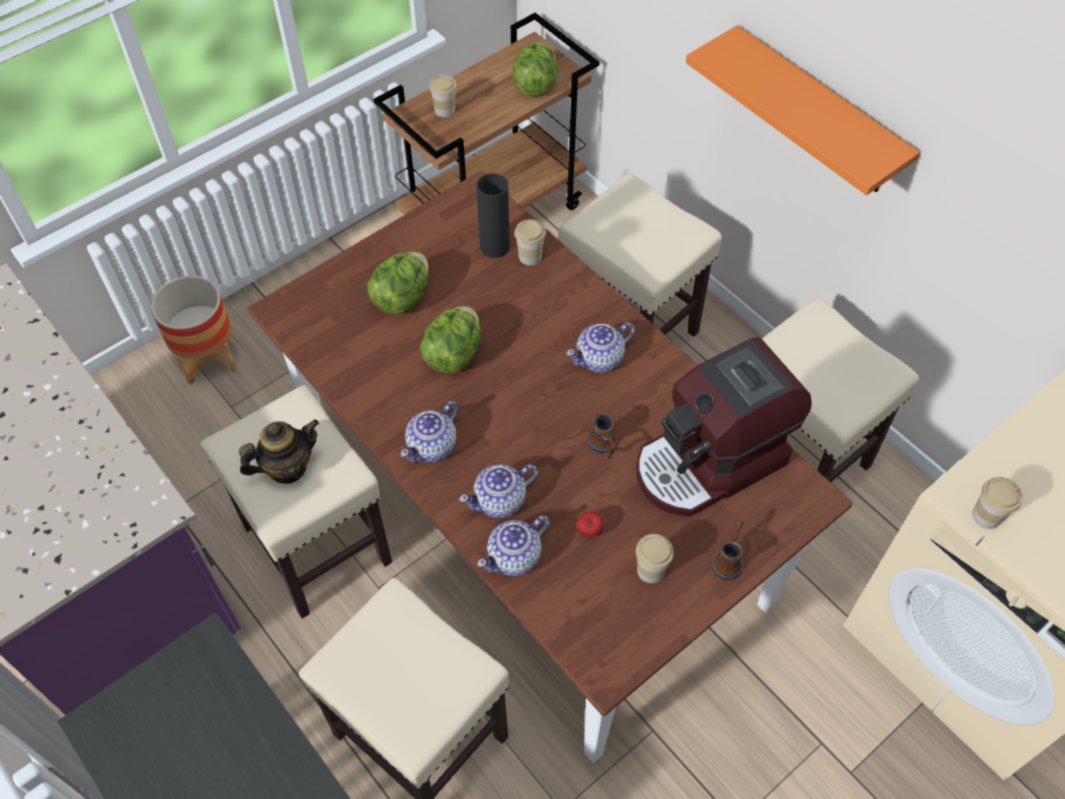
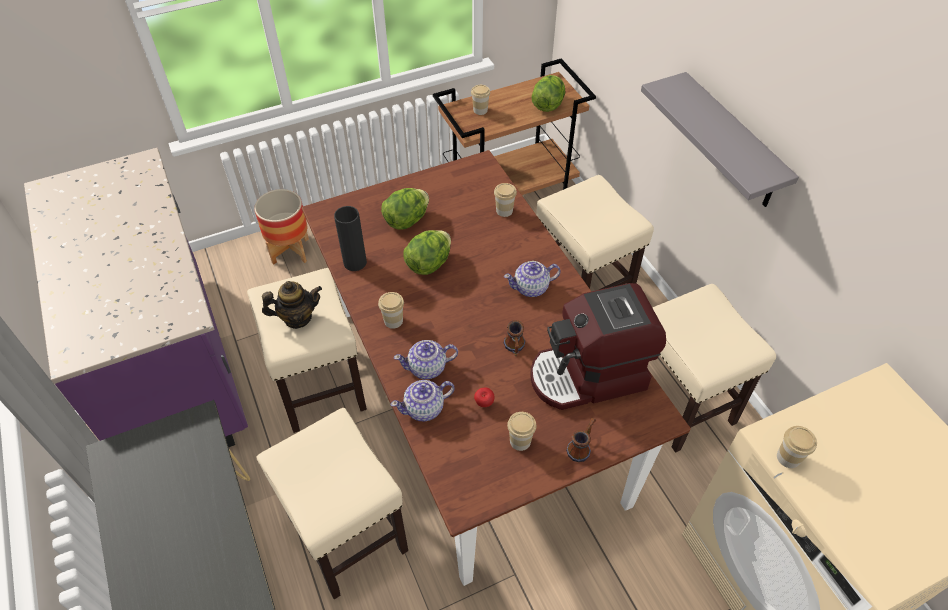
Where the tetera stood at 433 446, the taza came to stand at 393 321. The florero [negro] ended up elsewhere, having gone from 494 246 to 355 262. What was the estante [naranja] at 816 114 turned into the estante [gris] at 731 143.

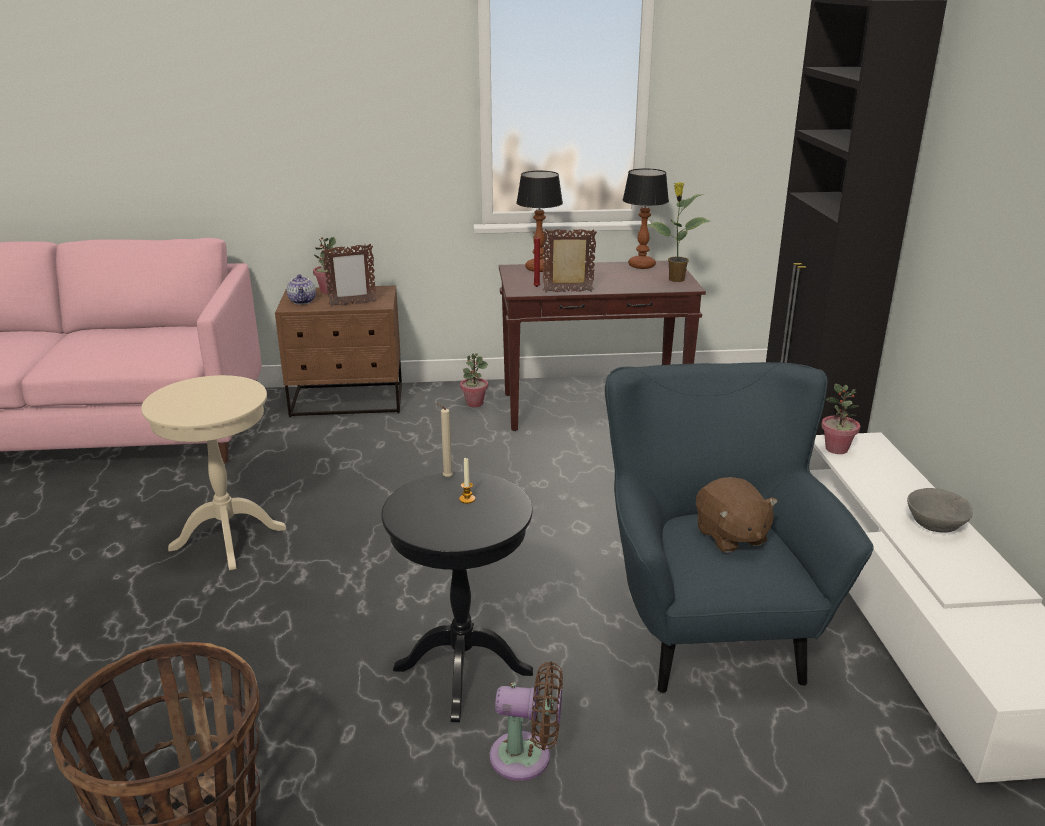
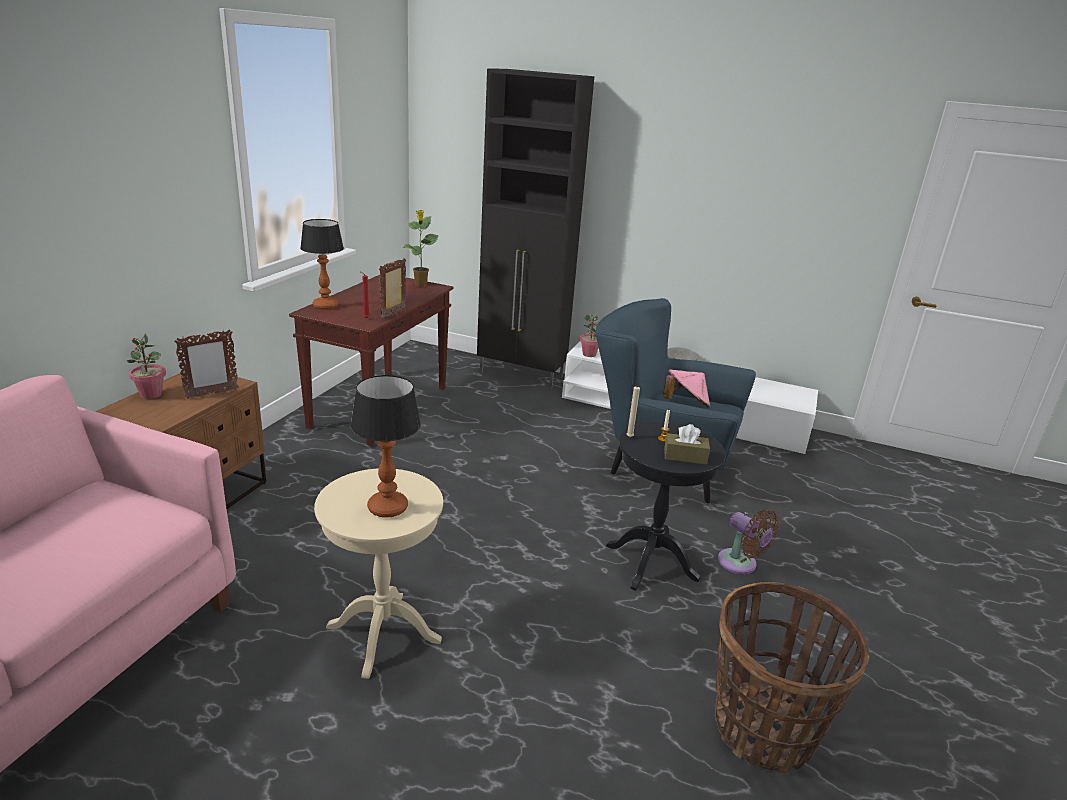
The second view lost the tetera at 303 301. The portarretratos at 352 304 ended up facing another way, 45 degrees clockwise from before. The second view lost the planta en maceta at 474 403. The ventilador [marrón] at 527 757 ended up facing another way, 105 degrees clockwise from before. The lámpara de mesa ended up elsewhere, having gone from 642 265 to 388 507. Where the peluche [marrón] stood at 730 536, the sombrero [rosa] came to stand at 685 404. The second view gained the caja de pañuelos [marrón] at 685 456.

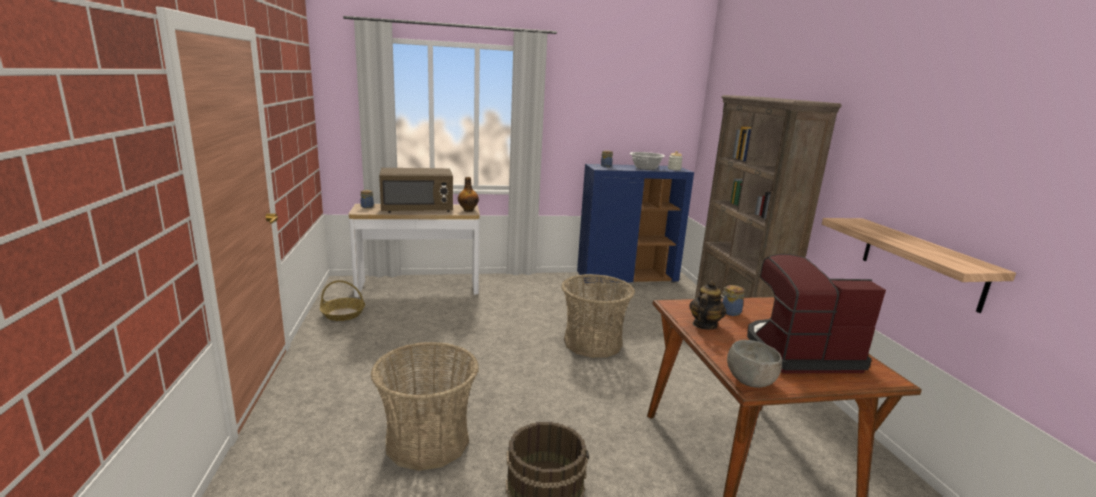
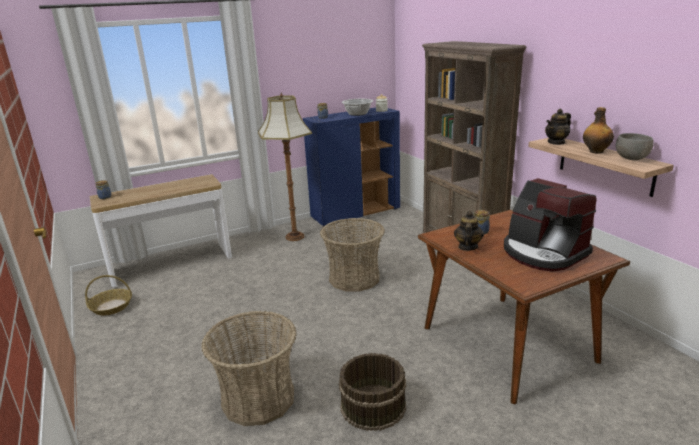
The second view lost the microondas [marrón] at 417 210. The botella ended up elsewhere, having gone from 468 210 to 595 151. The cuenco [gris] ended up elsewhere, having gone from 750 382 to 632 159. The cafetera at 799 352 ended up facing another way, 105 degrees counterclockwise from before. The second view gained the lámpara de pie at 294 236. The second view gained the tetera at 556 142.

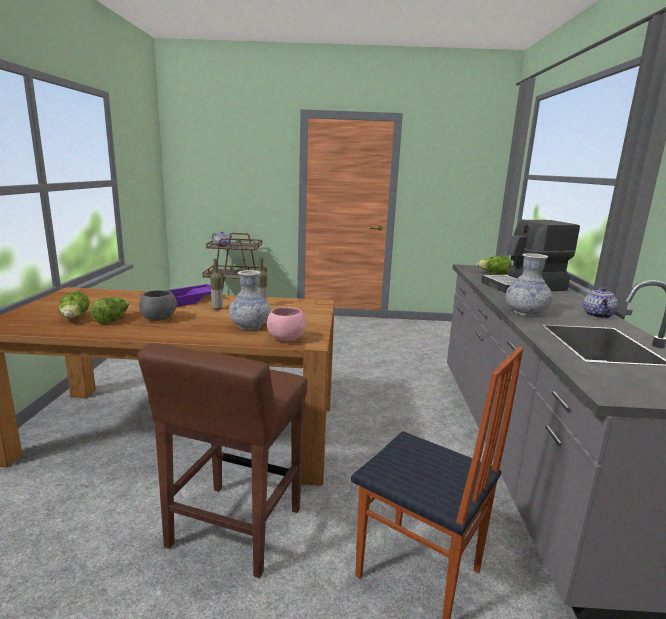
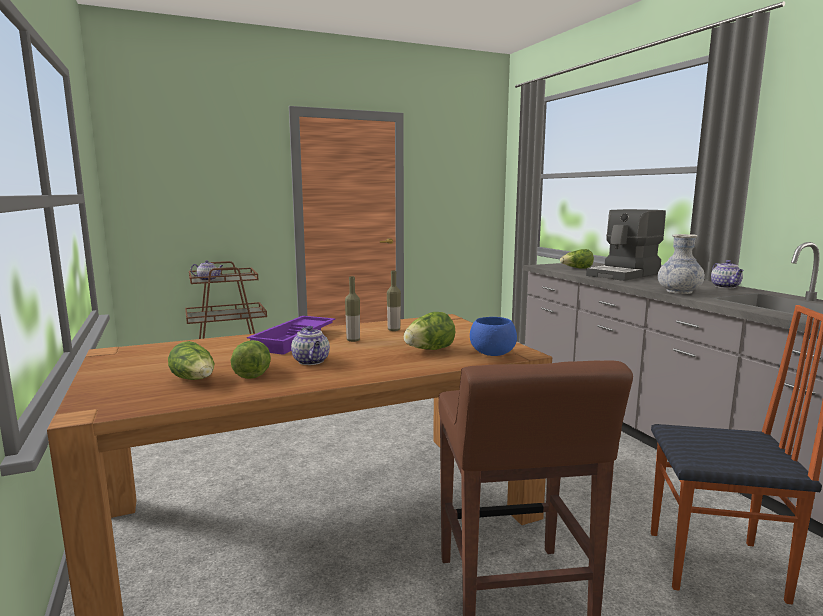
Where the cuenco [gris] stood at 159 319, the tetera came to stand at 311 361. Where the florero stood at 250 326, the lechuga came to stand at 429 350. What was the cuenco [rosa] at 286 339 turned into the cuenco [azul] at 492 354.

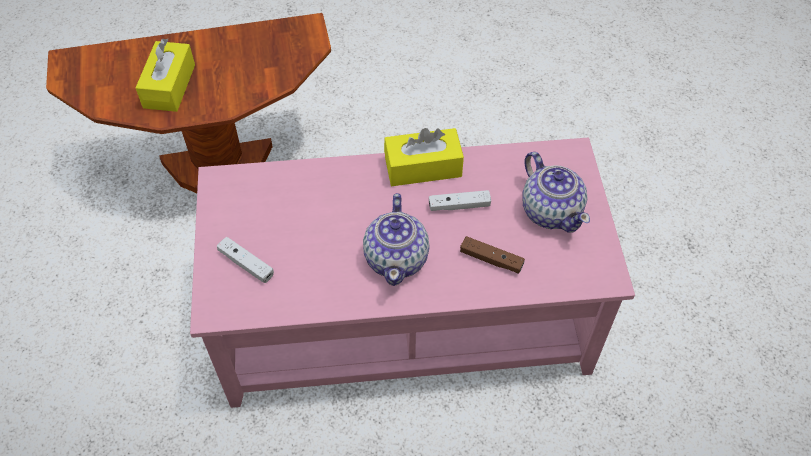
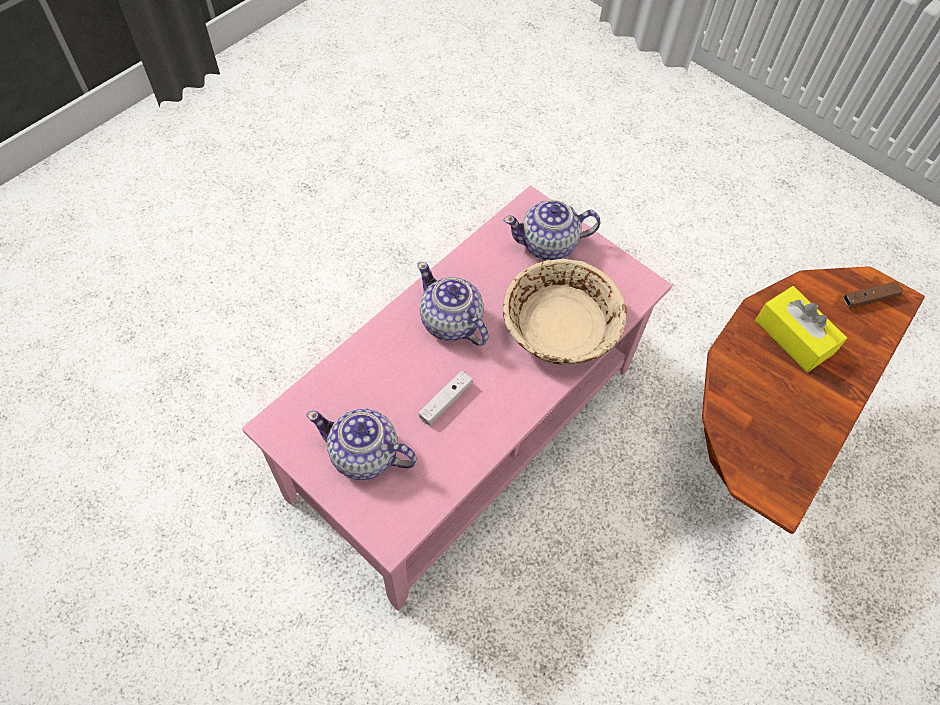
Where the mando de consola [blanco] stood at 246 264, the tetera came to stand at 549 244. The second view lost the caja de pañuelos [amarillo] at 423 167. The mando de consola [marrón] ended up elsewhere, having gone from 491 259 to 869 299. The second view gained the cuenco [beis] at 560 327.

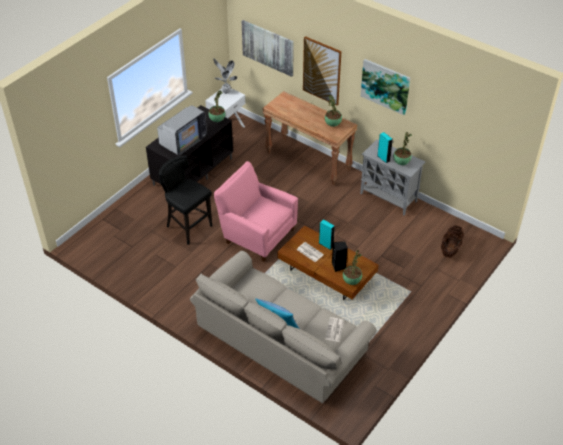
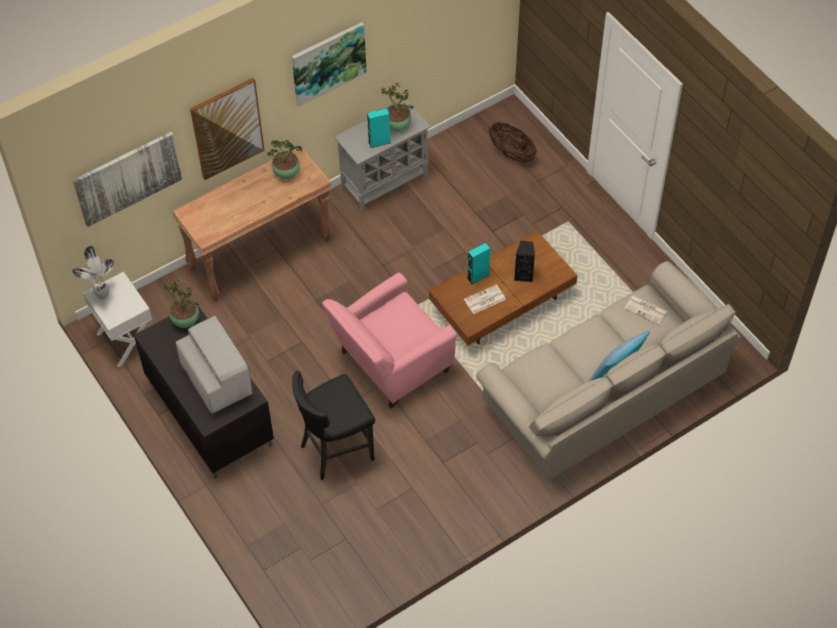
The second view lost the planta en maceta at 351 281.

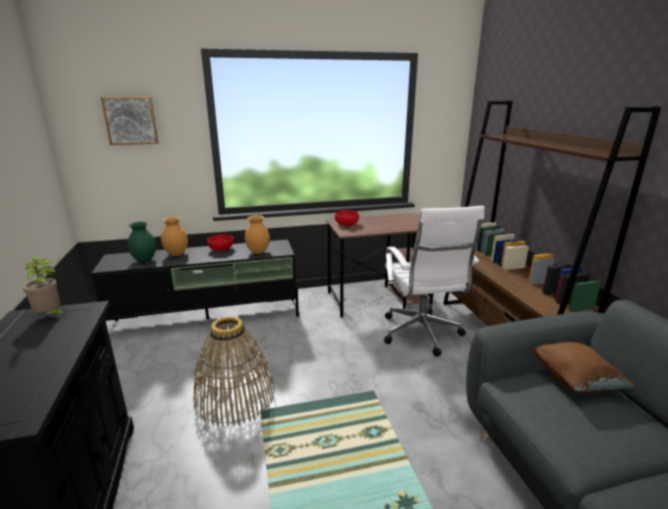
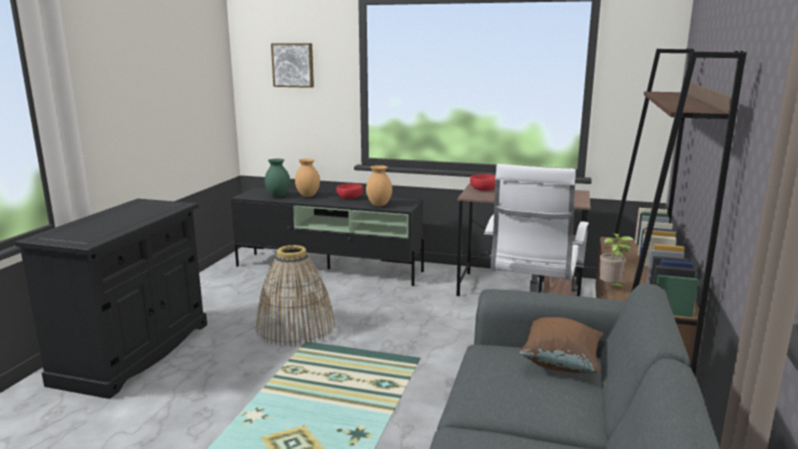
The planta en maceta ended up elsewhere, having gone from 50 316 to 611 288.

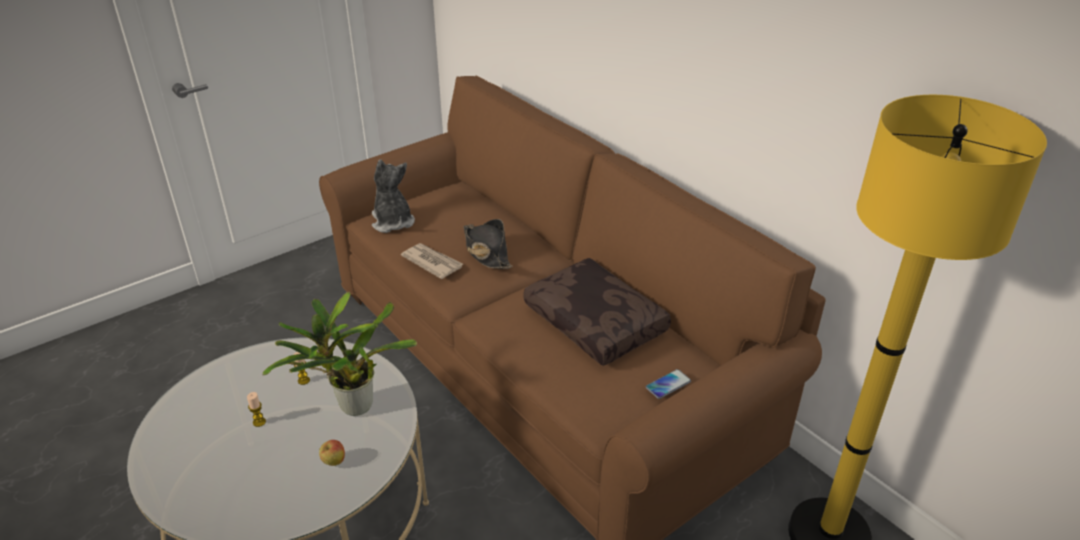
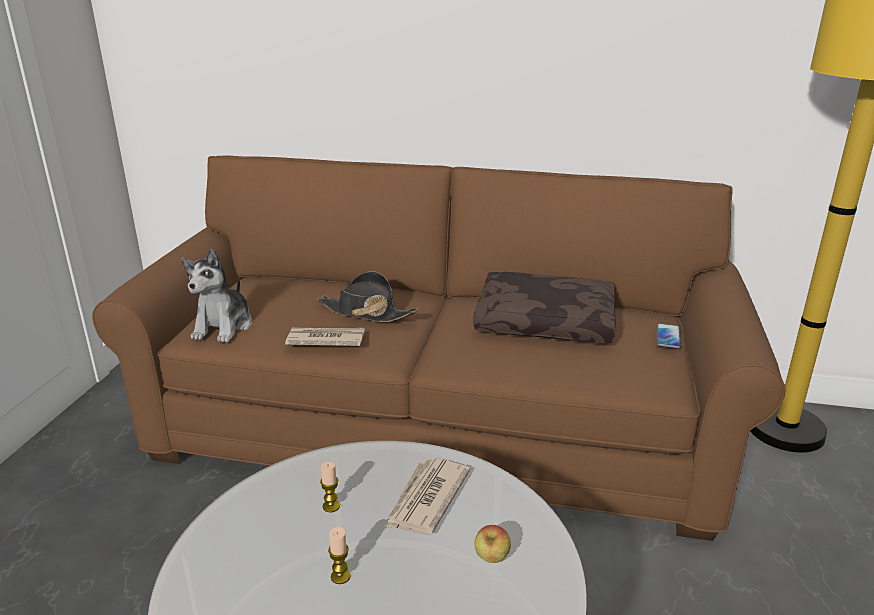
Where the planta en maceta stood at 351 406, the periódico came to stand at 425 499. The peluche at 392 222 ended up facing another way, 105 degrees counterclockwise from before.

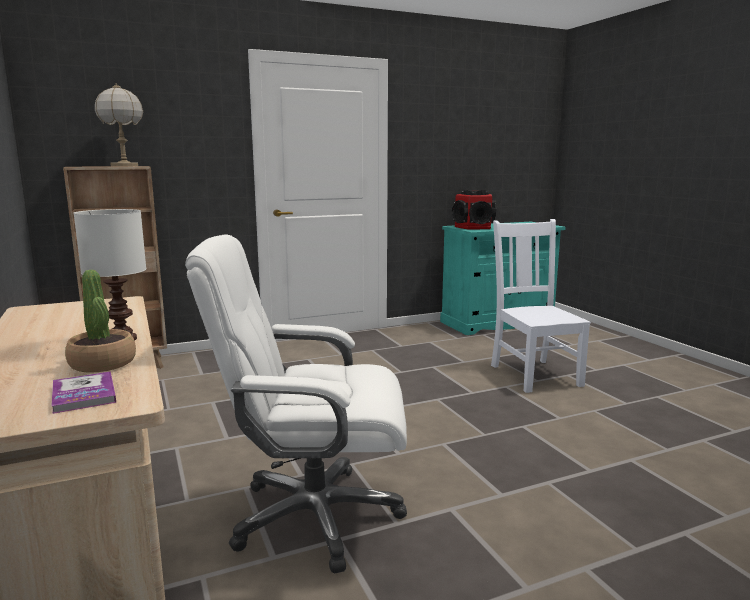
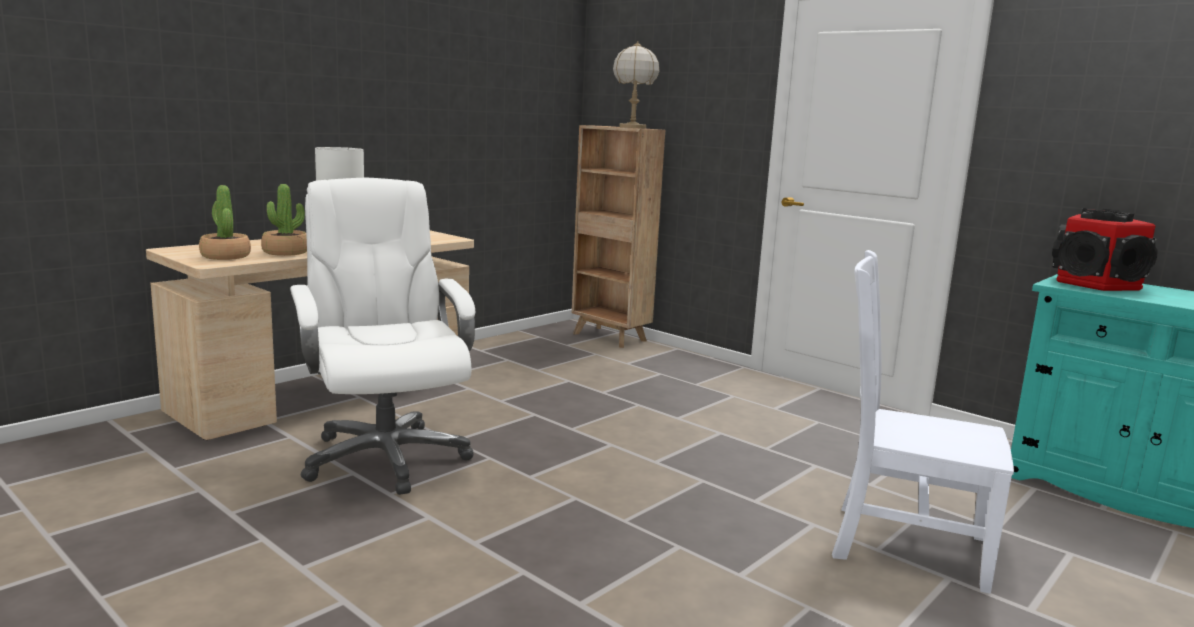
Where the libro stood at 84 394, the planta en maceta came to stand at 225 256. The silla [blanco] at 534 374 ended up facing another way, 120 degrees counterclockwise from before.

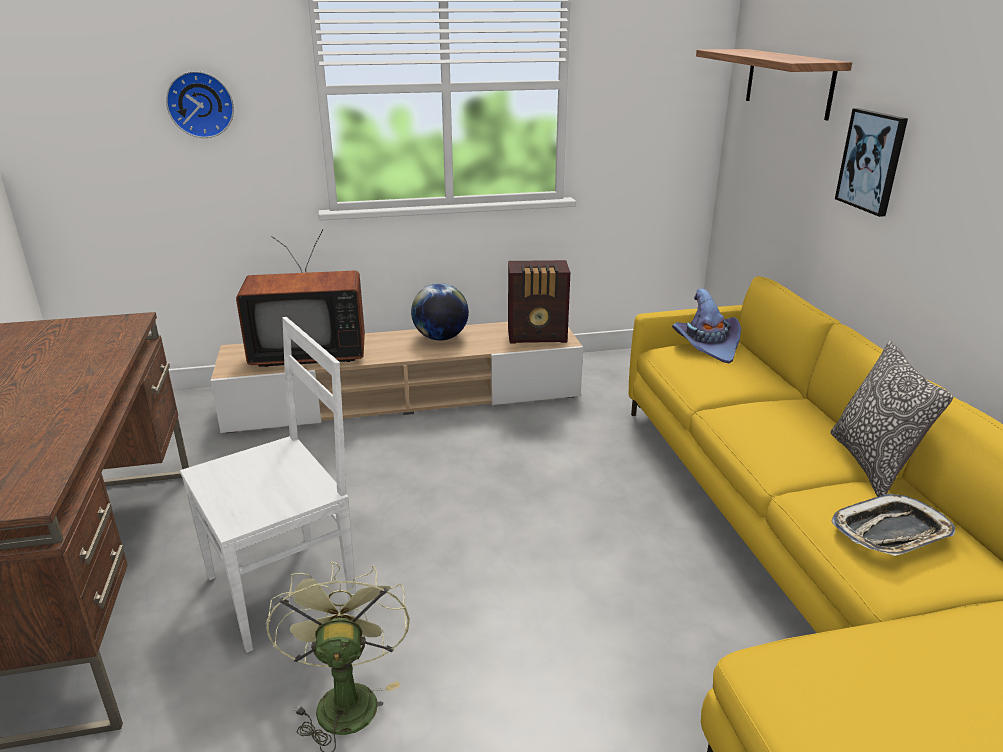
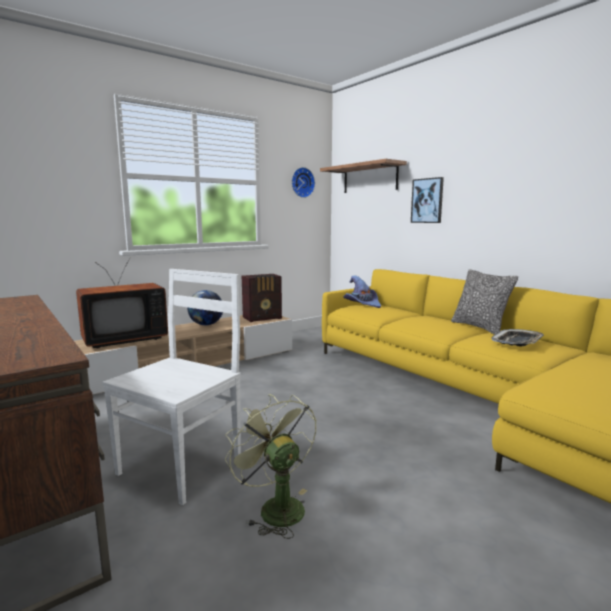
The reloj de pared ended up elsewhere, having gone from 201 104 to 301 182.

